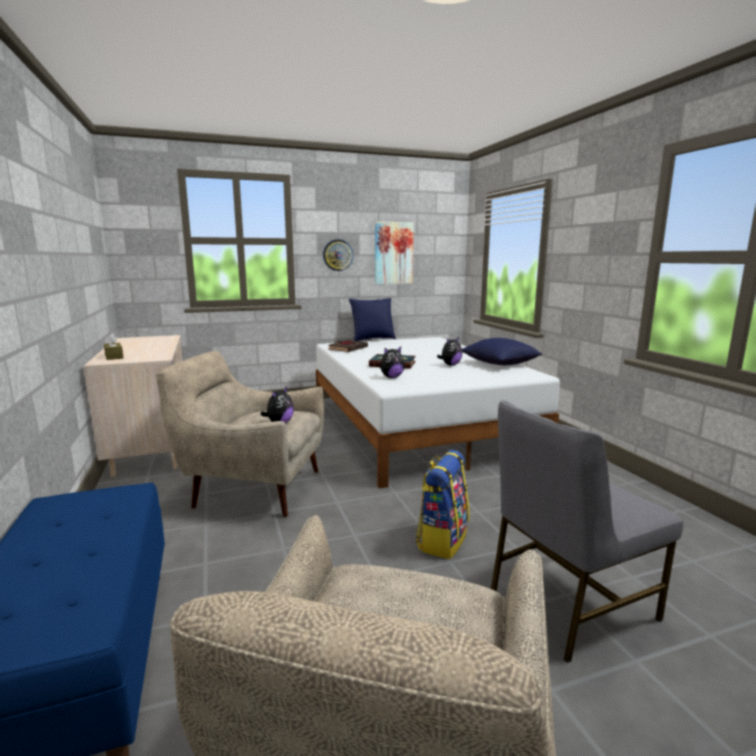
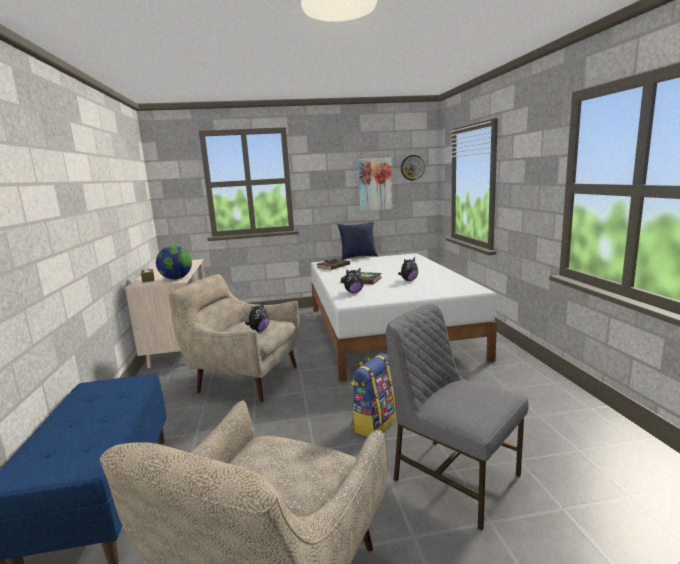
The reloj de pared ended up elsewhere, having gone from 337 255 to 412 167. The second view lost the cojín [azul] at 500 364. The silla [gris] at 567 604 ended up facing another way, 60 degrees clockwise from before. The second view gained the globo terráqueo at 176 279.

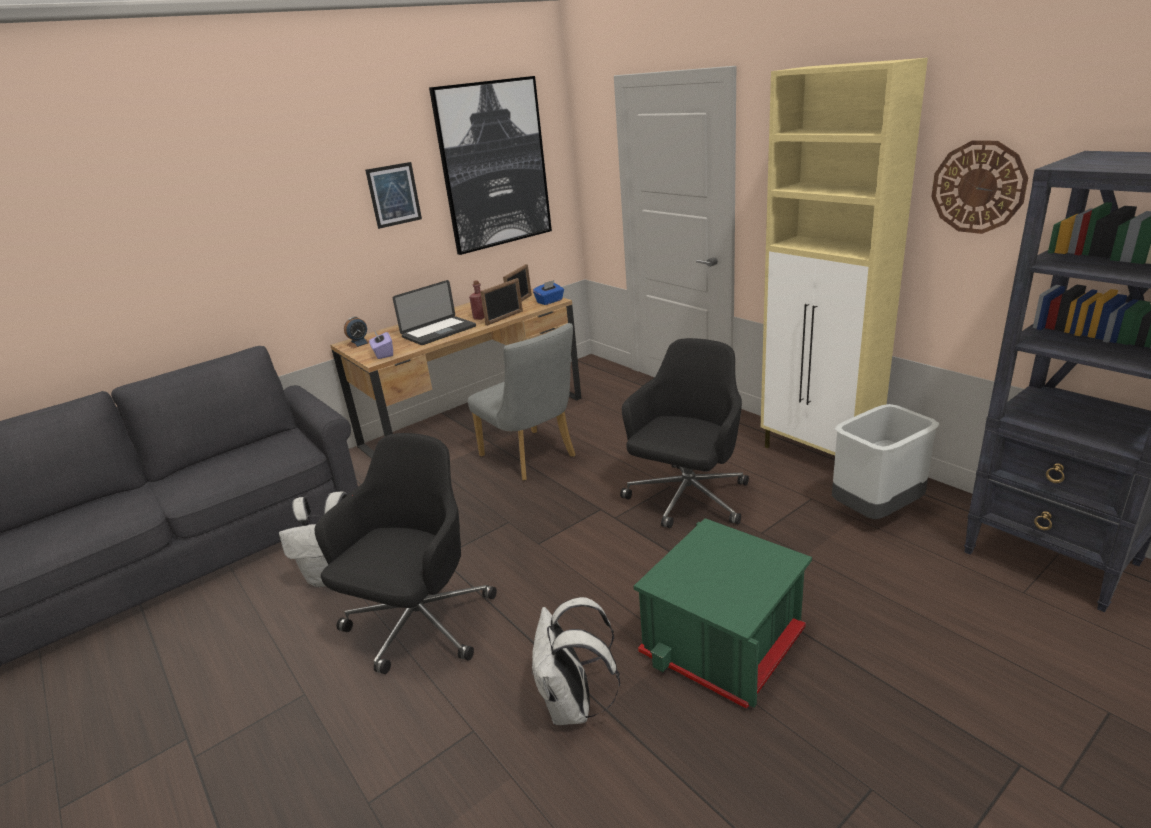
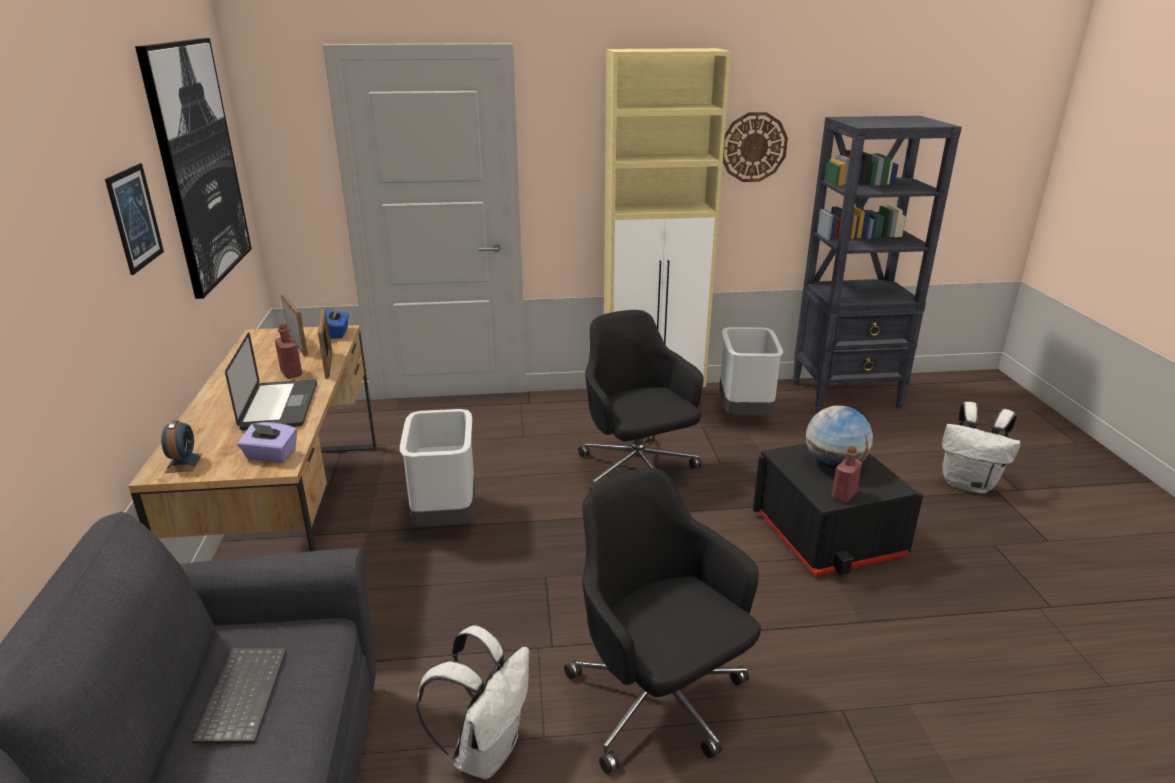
Where the silla [gris] stood at 532 458, the papelera [gris] came to stand at 446 518. The mochila [blanco] ended up elsewhere, having gone from 574 706 to 969 484. What was the caja de almacenaje [verde] at 725 640 turned into the caja de almacenaje [negro] at 828 534. The second view gained the teclado at 241 695. The second view gained the globo terráqueo at 834 465. The second view gained the botella [rojo] at 843 495.

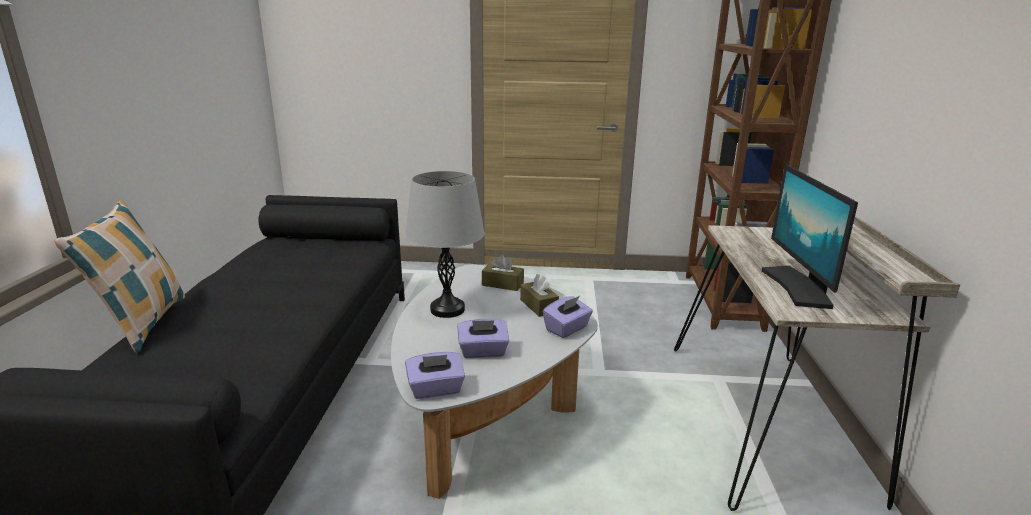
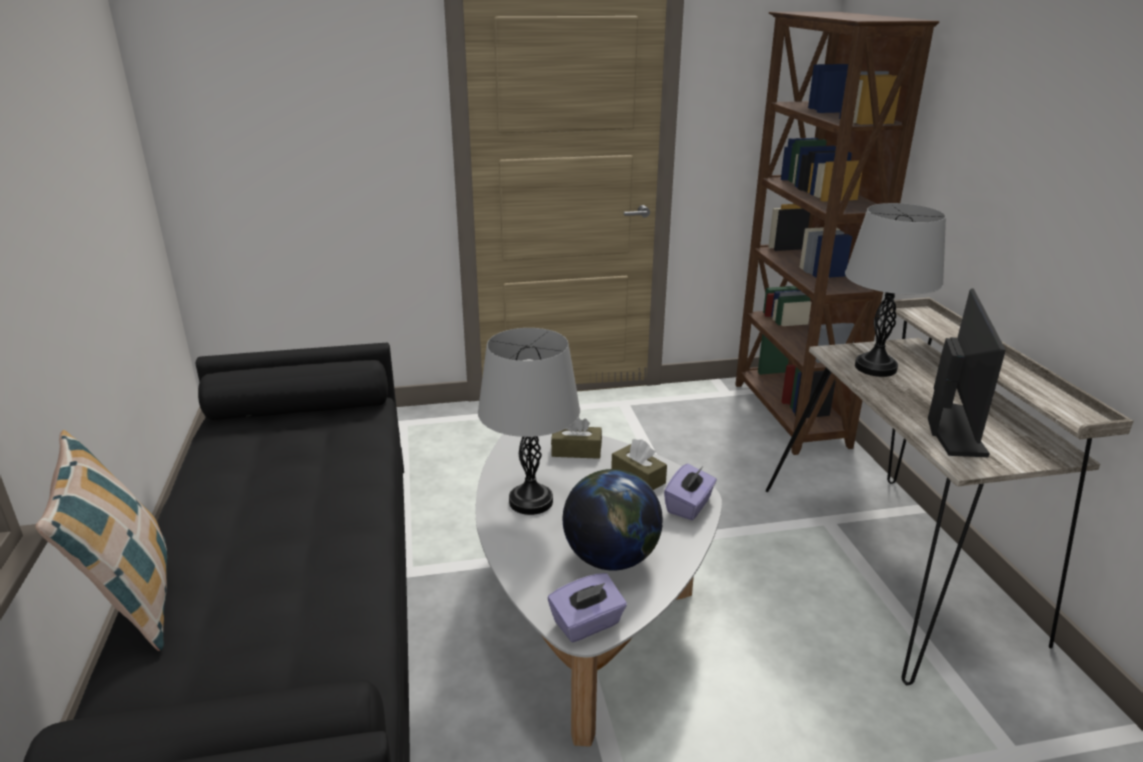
Where the caja de pañuelos [morado] stood at 483 352, the globo terráqueo came to stand at 611 558. The monitor at 798 287 ended up facing another way, 150 degrees counterclockwise from before. The second view gained the lámpara de mesa [gris] at 875 367.

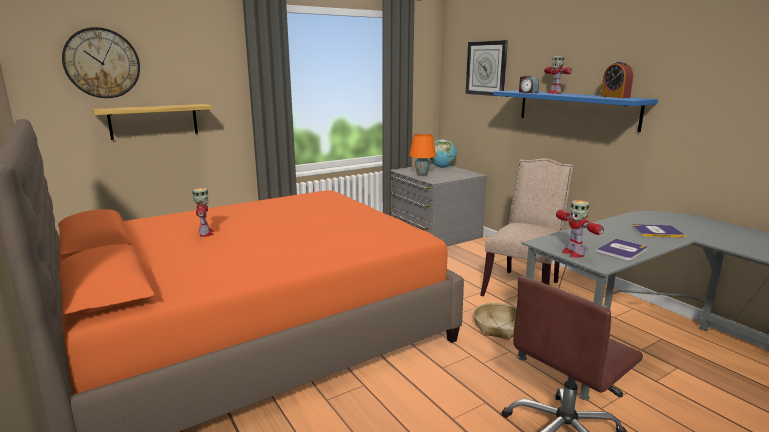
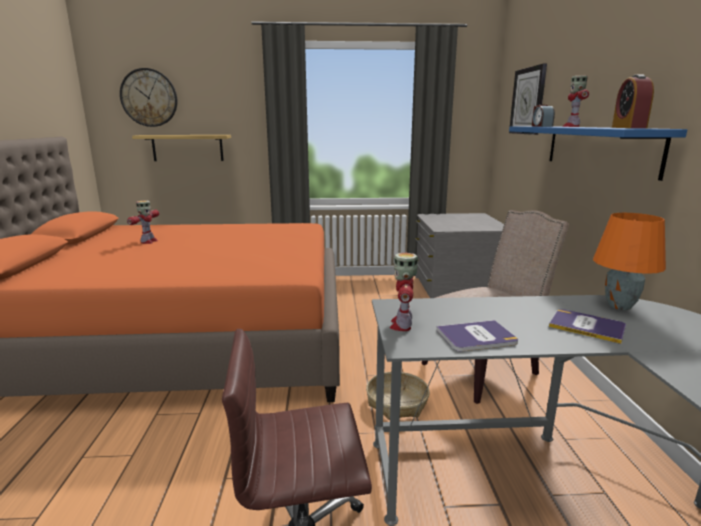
The lámpara de mesa [naranja] ended up elsewhere, having gone from 421 175 to 618 306. The second view lost the globo terráqueo at 442 167.

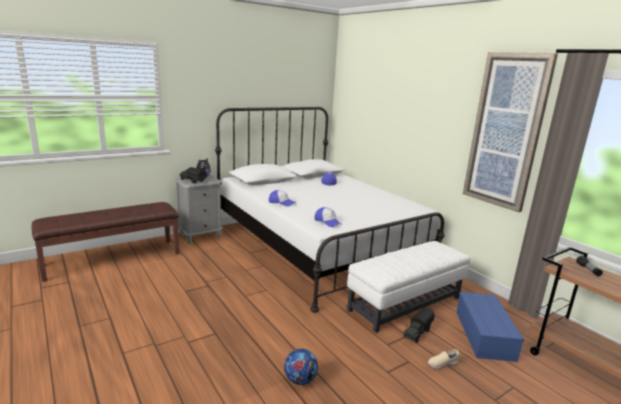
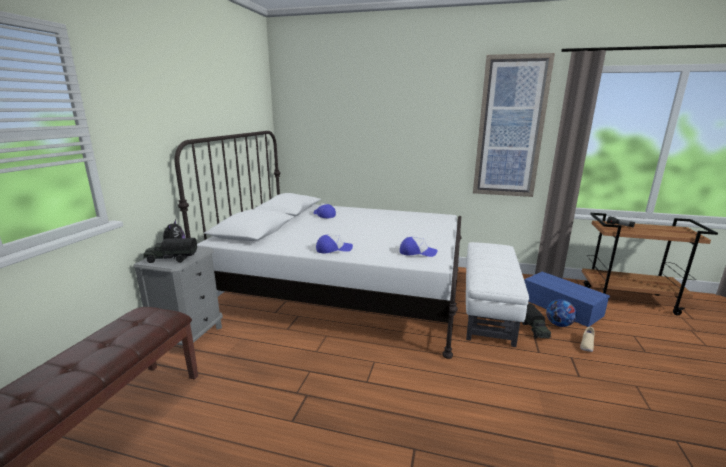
The balón de fútbol ended up elsewhere, having gone from 300 380 to 558 324.

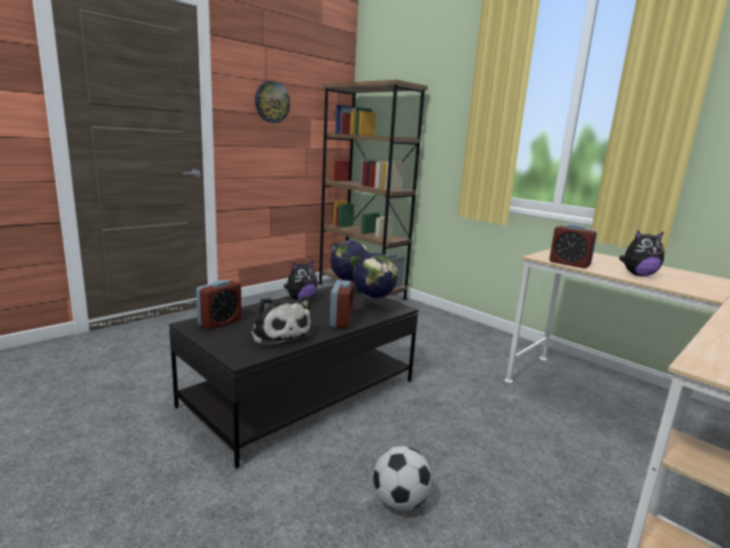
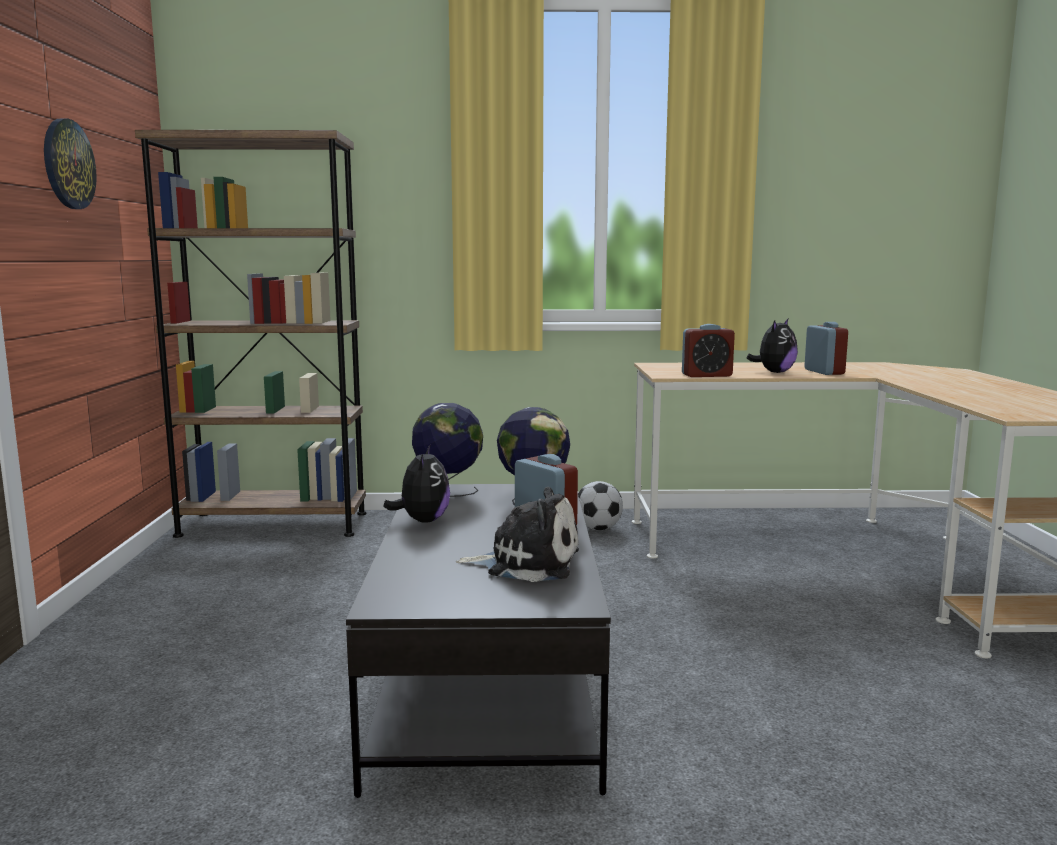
The despertador ended up elsewhere, having gone from 220 322 to 824 372. The balón de fútbol ended up elsewhere, having gone from 400 502 to 598 528.

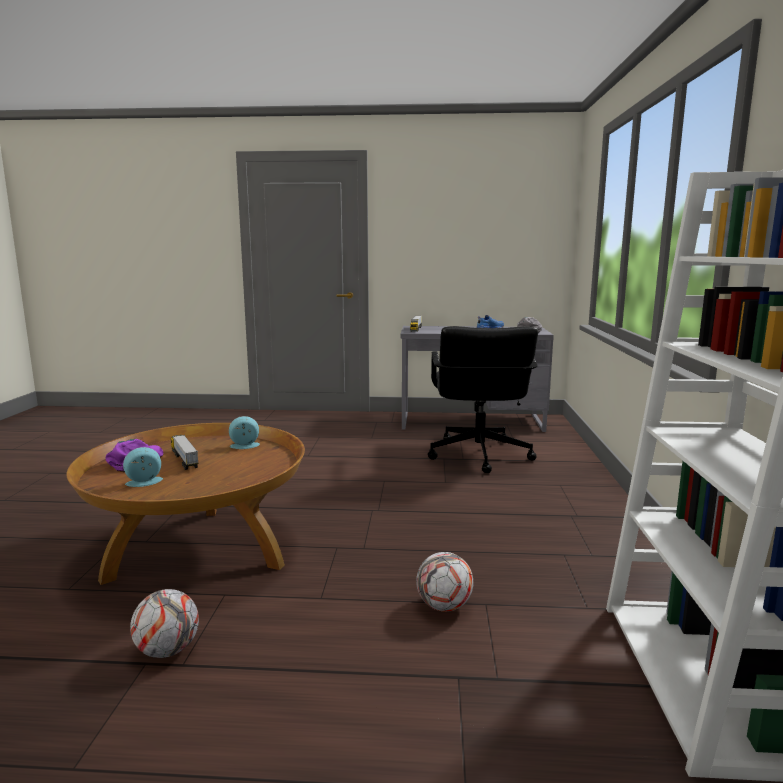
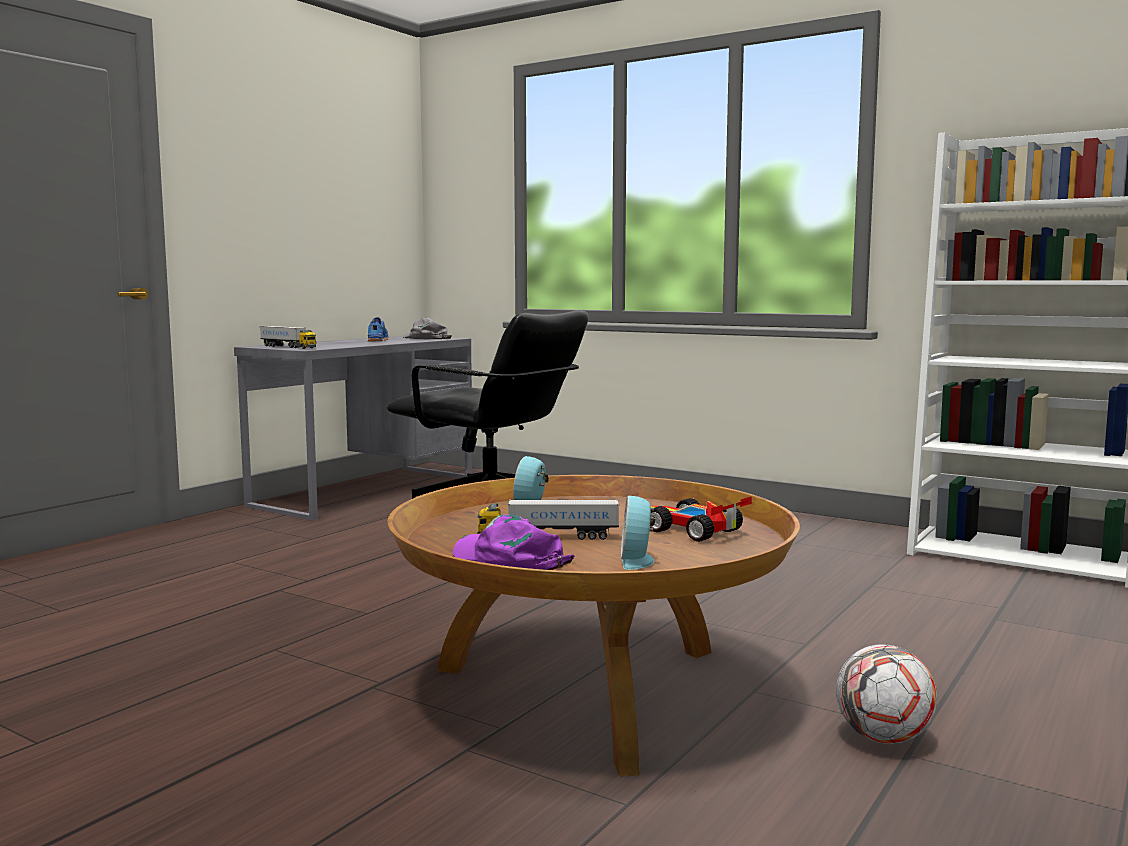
The second view lost the balón de fútbol at 444 606. The second view gained the coche de juguete at 691 531.

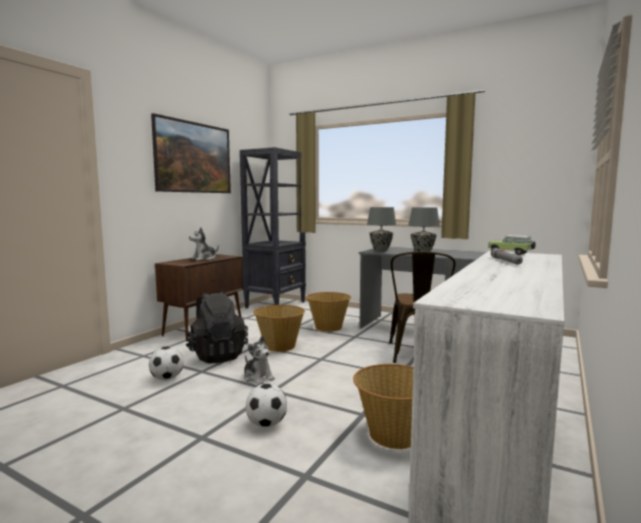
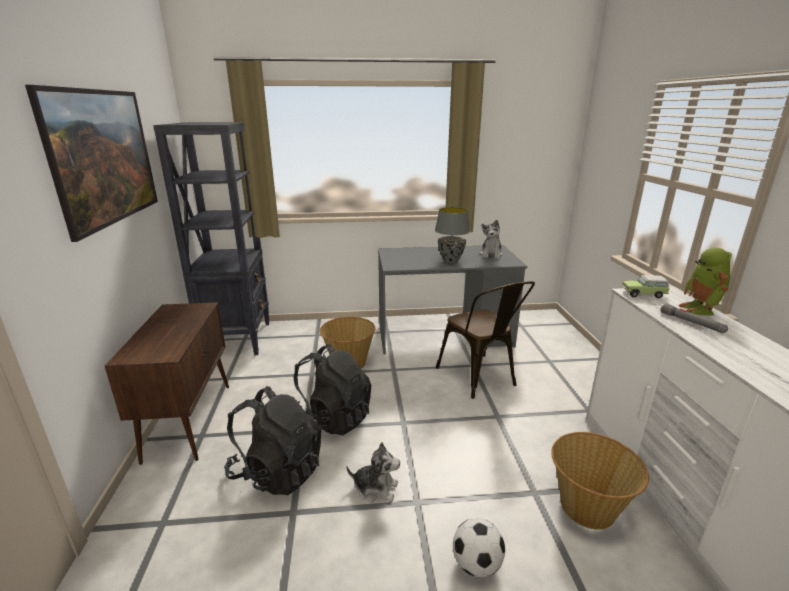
The second view lost the balón de fútbol at 167 378. The peluche ended up elsewhere, having gone from 204 259 to 491 255. Where the cesta stood at 279 346, the mochila [negro] came to stand at 333 418. The second view lost the lámpara de mesa [gris] at 381 251. The second view gained the robot de juguete at 700 310.

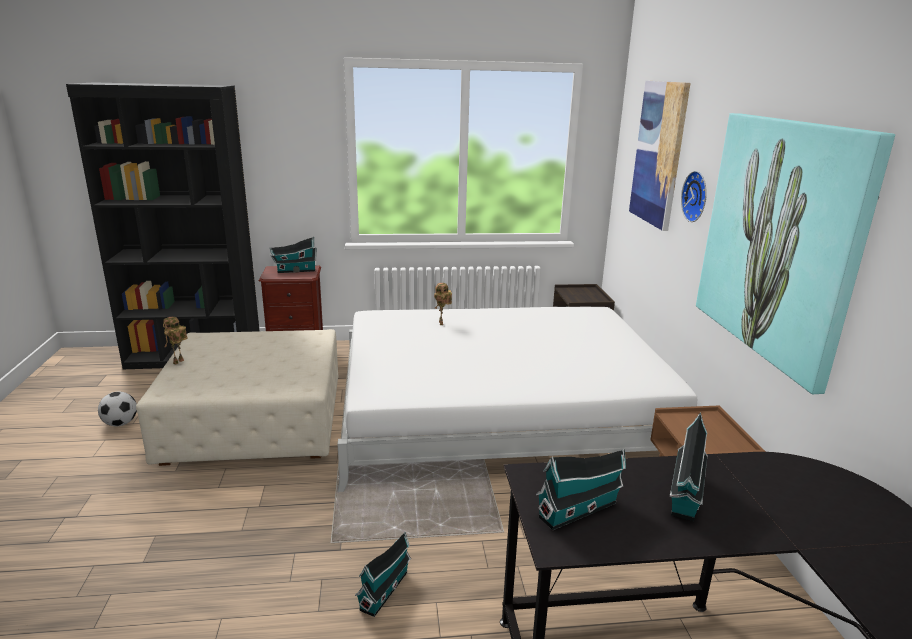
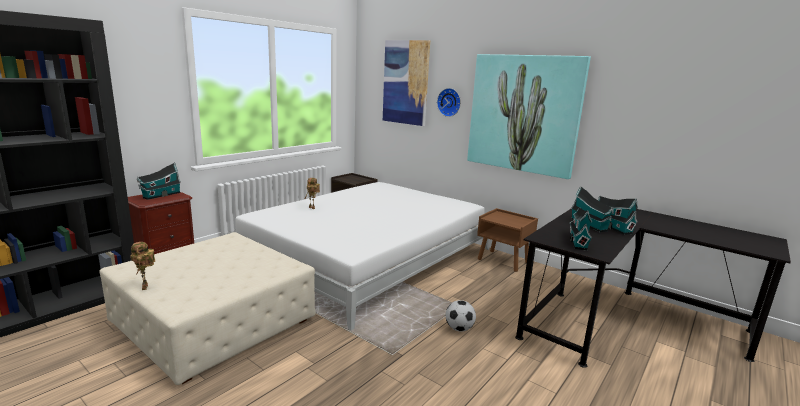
The balón de fútbol ended up elsewhere, having gone from 120 423 to 459 328. The casita ended up elsewhere, having gone from 385 589 to 612 227.

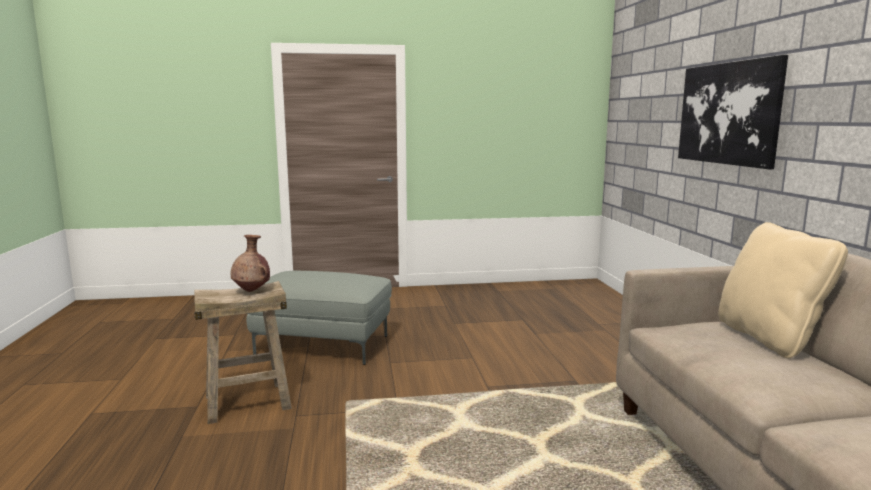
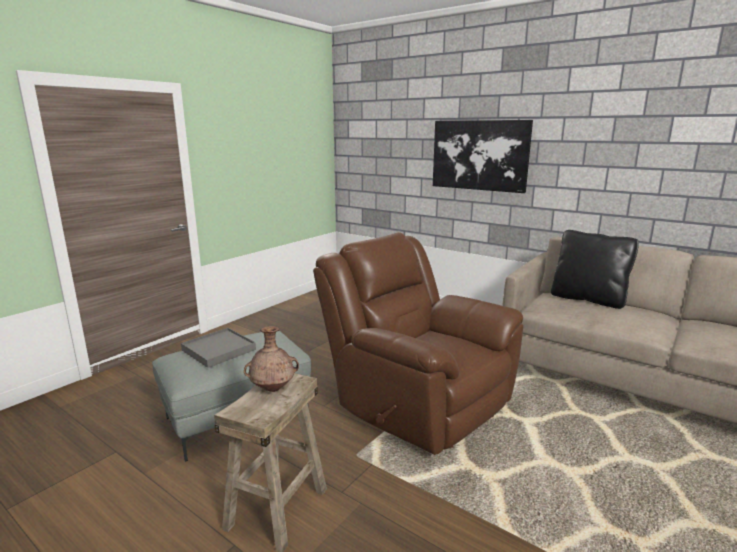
What was the cojín [beis] at 768 338 turned into the cojín [negro] at 588 299. The second view gained the bandeja [gris] at 218 350. The second view gained the sillón [marrón] at 416 404.

